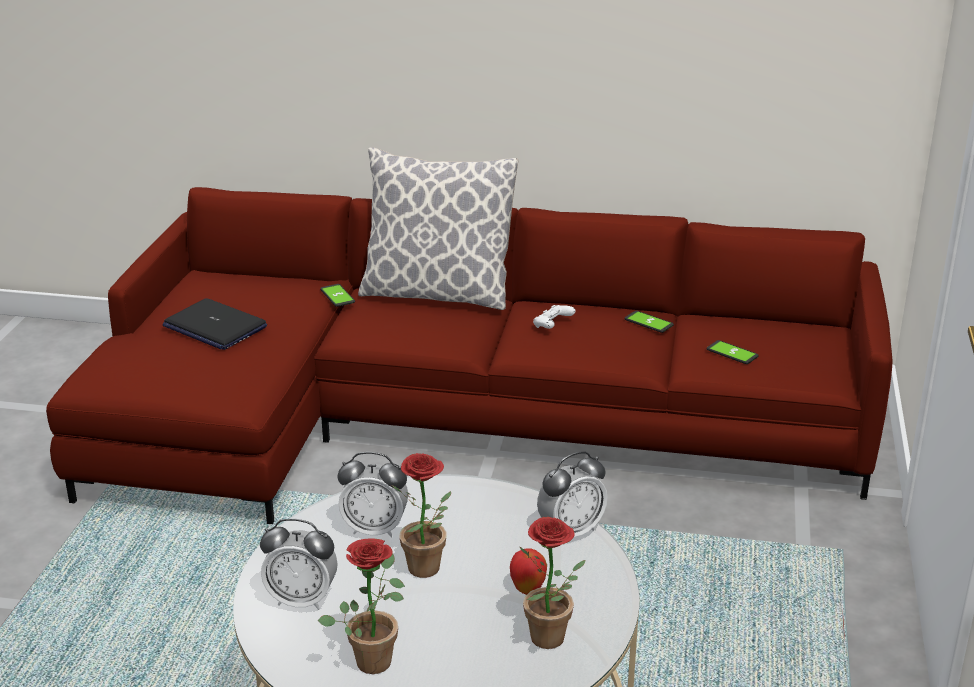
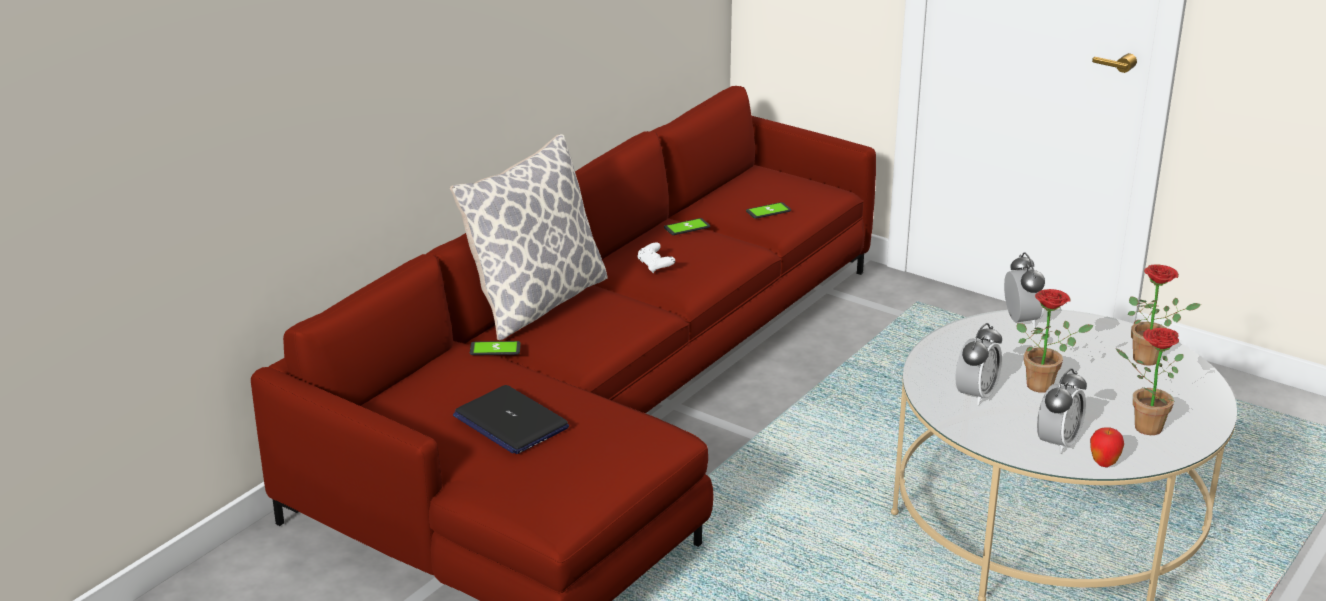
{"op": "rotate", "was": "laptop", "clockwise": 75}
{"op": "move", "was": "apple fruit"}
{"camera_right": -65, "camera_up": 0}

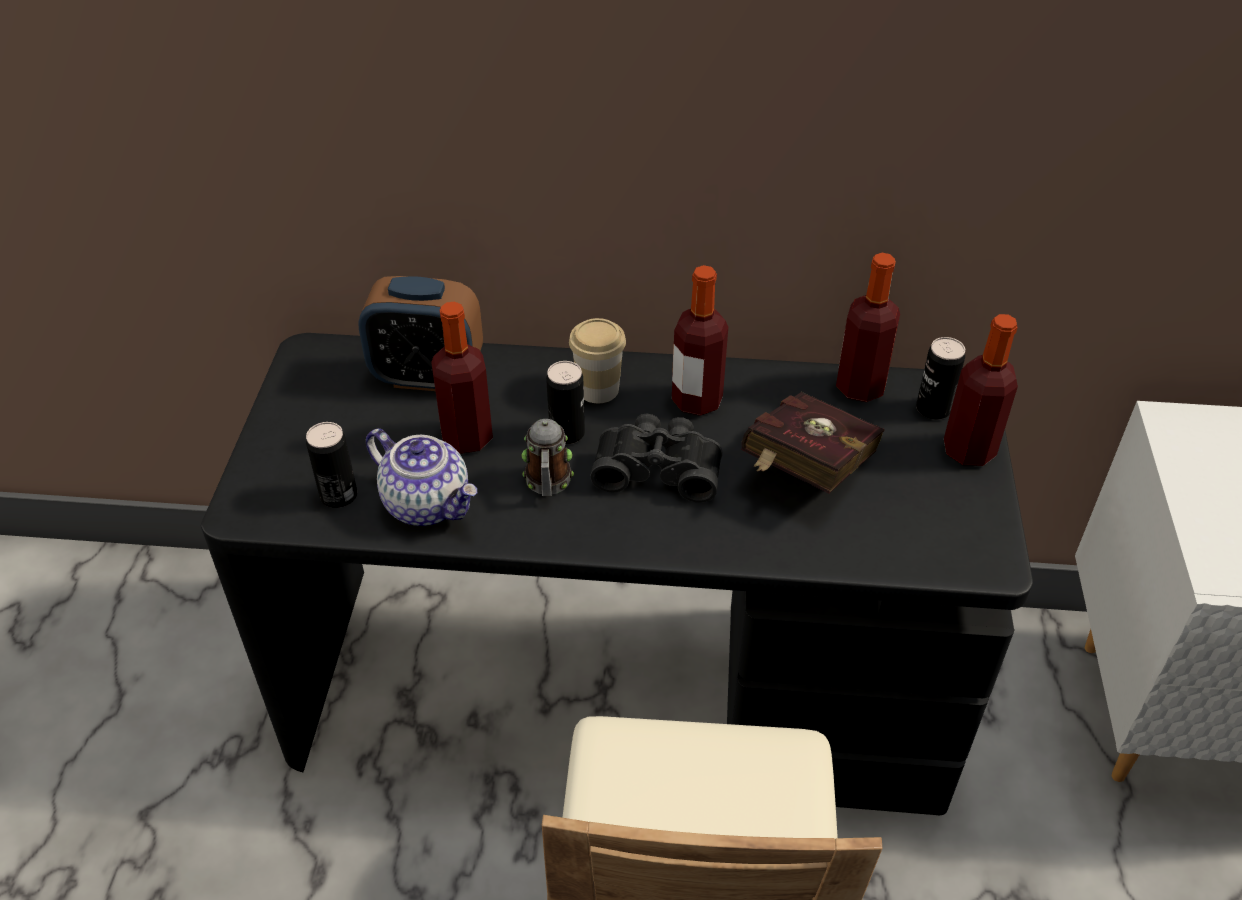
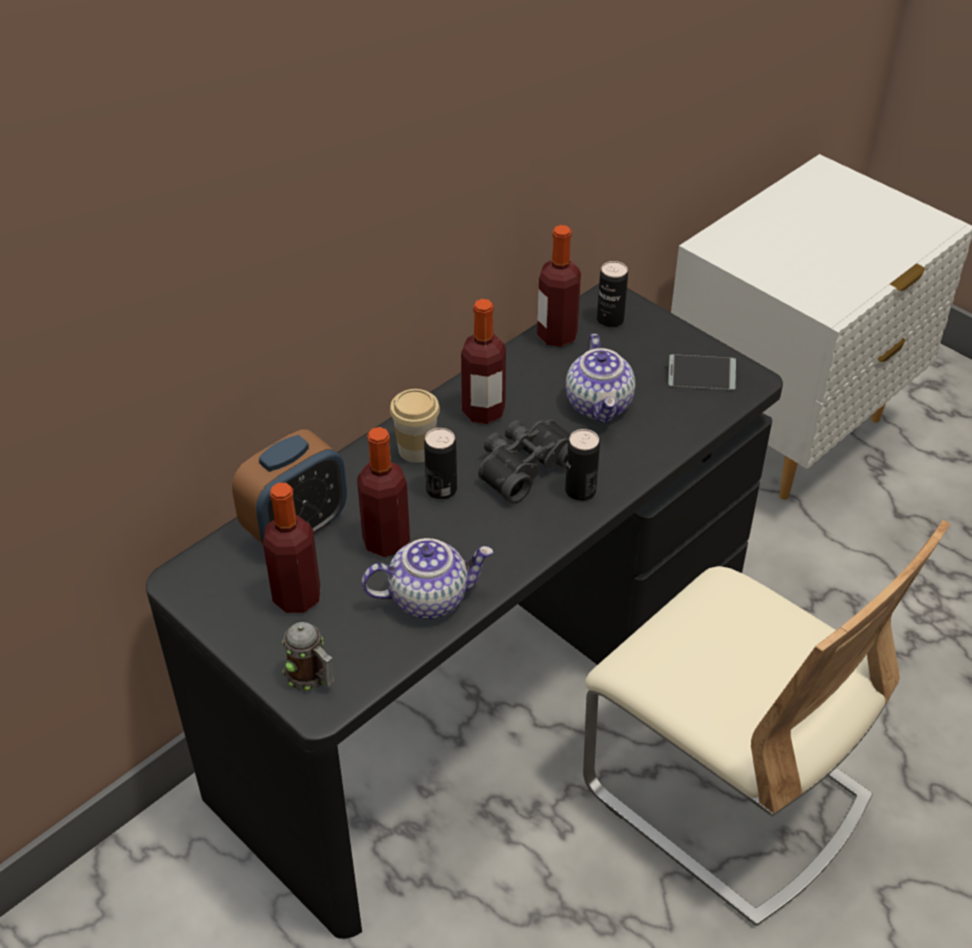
{"op": "move", "was": "beverage bottle (4th from left in the first image)", "now": "beverage bottle (1st from left)"}
{"op": "replace", "was": "book in reddish", "now": "pot for tea (2nd from left)"}
{"op": "move", "was": "mug"}
{"op": "move", "was": "metal can (1st from left in the first image)", "now": "metal can (2nd from left)"}
{"op": "insert", "now": "phone"}
{"camera_right": -50, "camera_up": 0}

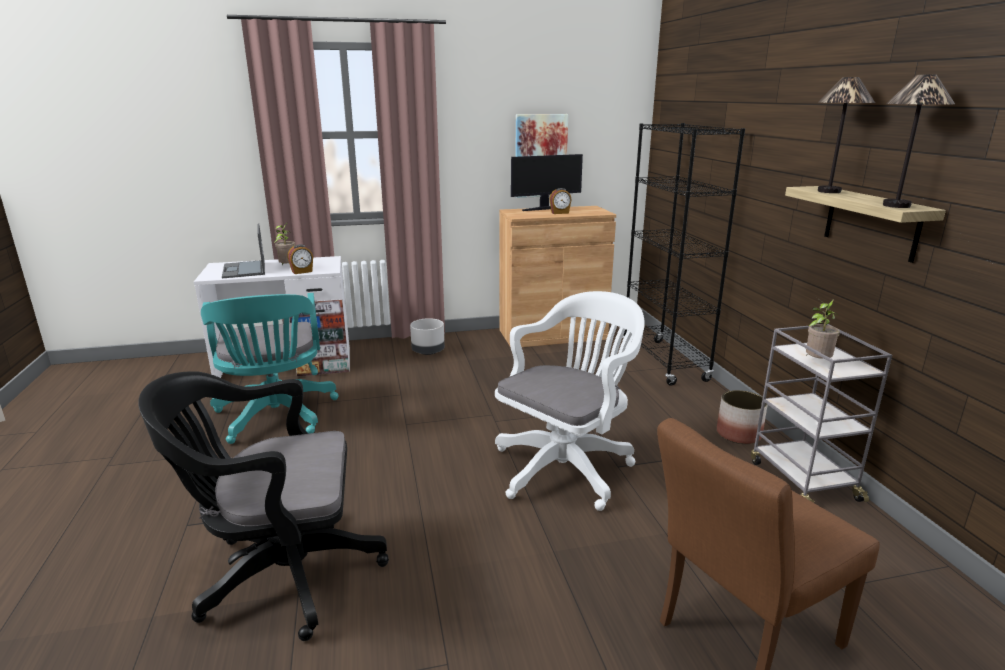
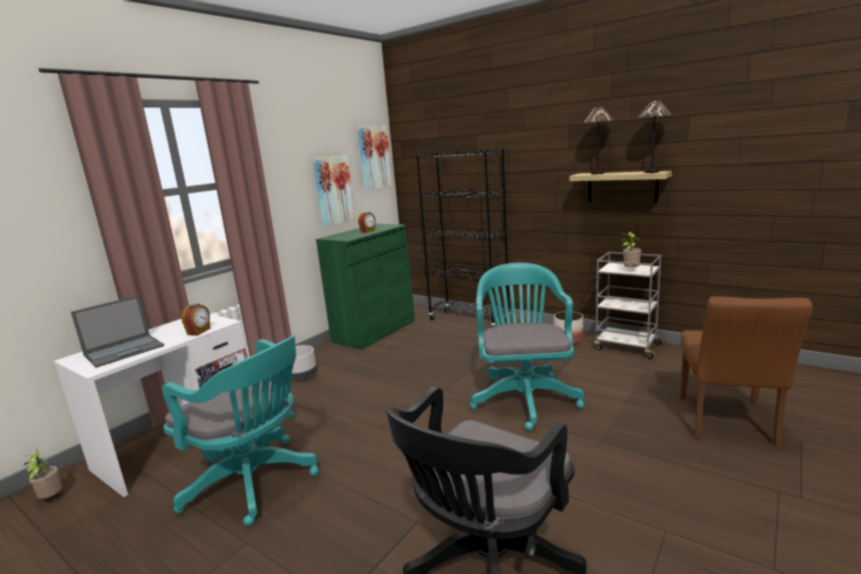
{"op": "delete", "was": "computer screen"}
{"op": "recolor", "was": "cupboard in brown", "now": "cupboard in green-coloured"}
{"op": "move", "was": "plant in a pot (1st from left)"}
{"op": "rotate", "was": "laptop", "clockwise": -75}
{"op": "recolor", "was": "desk chair in whitish", "now": "desk chair in turquoise (2nd from left)"}
{"op": "insert", "now": "picture (2nd from left)"}
{"camera_right": -40, "camera_up": -5}

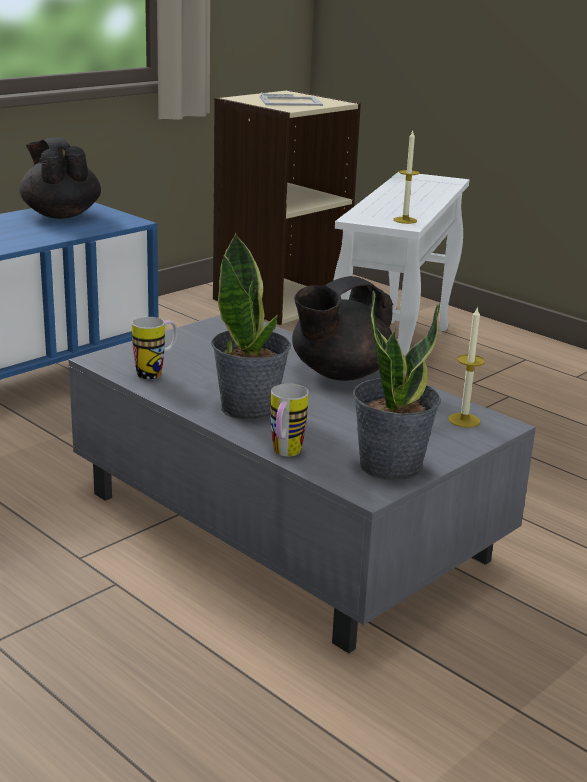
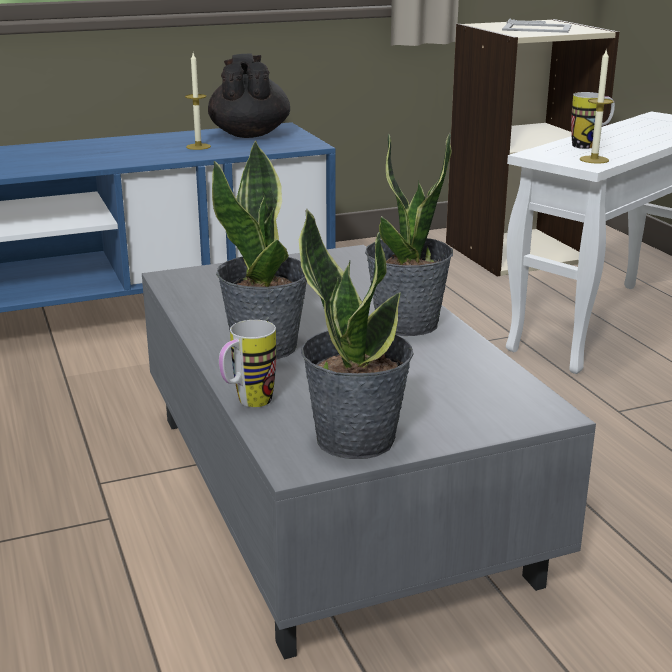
{"op": "replace", "was": "pot for tea in blackish (2nd from left)", "now": "plant in a pot (3rd from left)"}
{"op": "move", "was": "wax candle (2nd from left in the first image)", "now": "wax candle (1st from left)"}
{"op": "move", "was": "mug (1st from left in the first image)", "now": "mug (2nd from left)"}
{"camera_right": 25, "camera_up": 0}

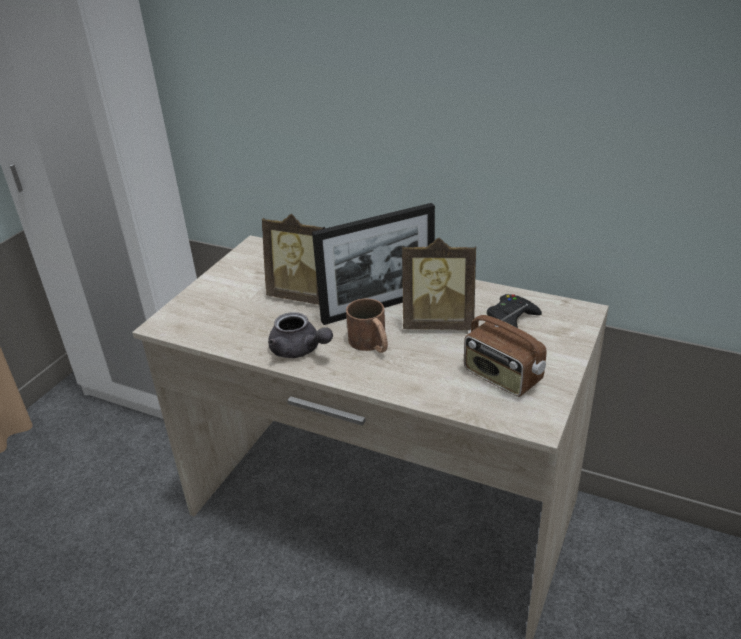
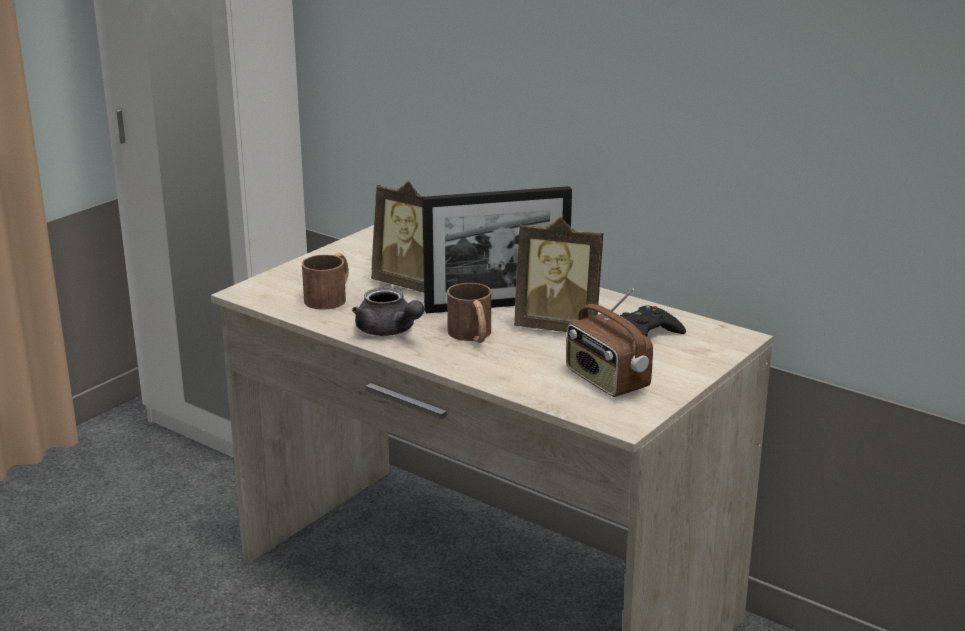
{"op": "insert", "now": "mug in brown (1st from left)"}
{"camera_right": 10, "camera_up": -10}

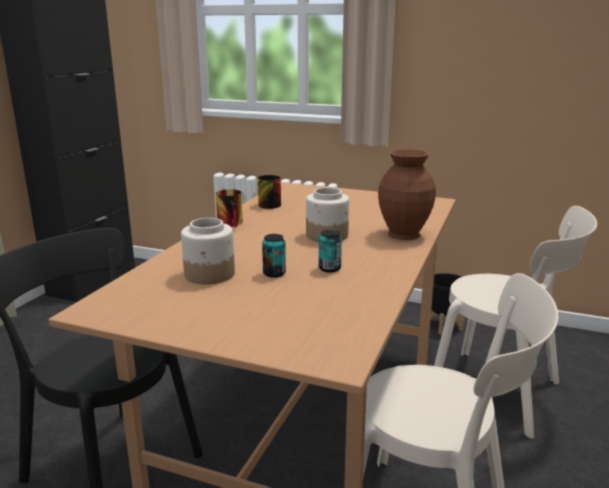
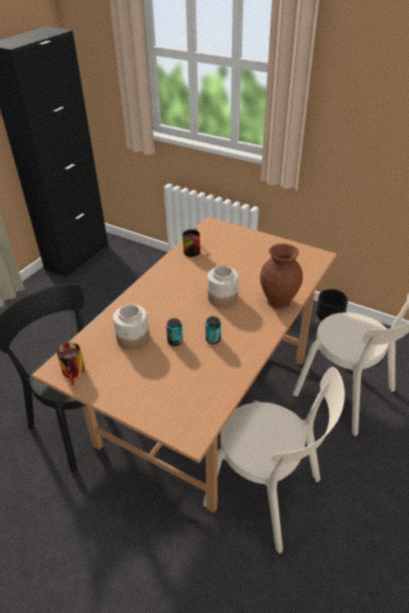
{"op": "move", "was": "mug (1st from left)"}
{"camera_right": 10, "camera_up": 20}

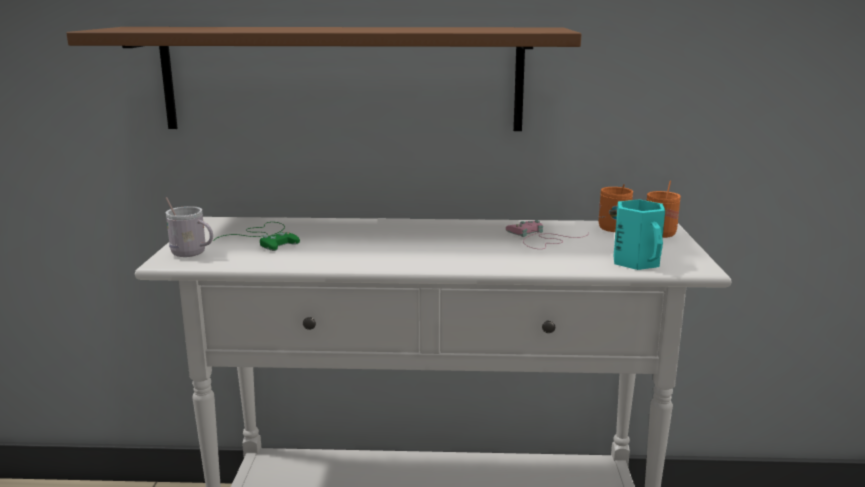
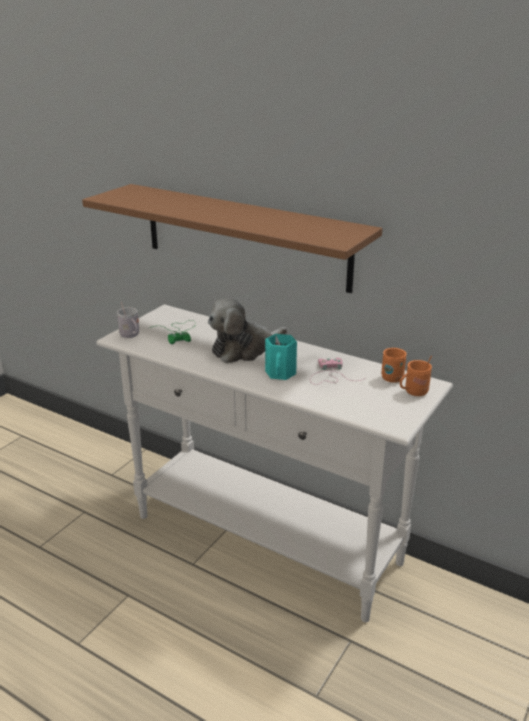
{"op": "move", "was": "mug in turquoise"}
{"op": "insert", "now": "soft toy"}
{"camera_right": 30, "camera_up": 10}

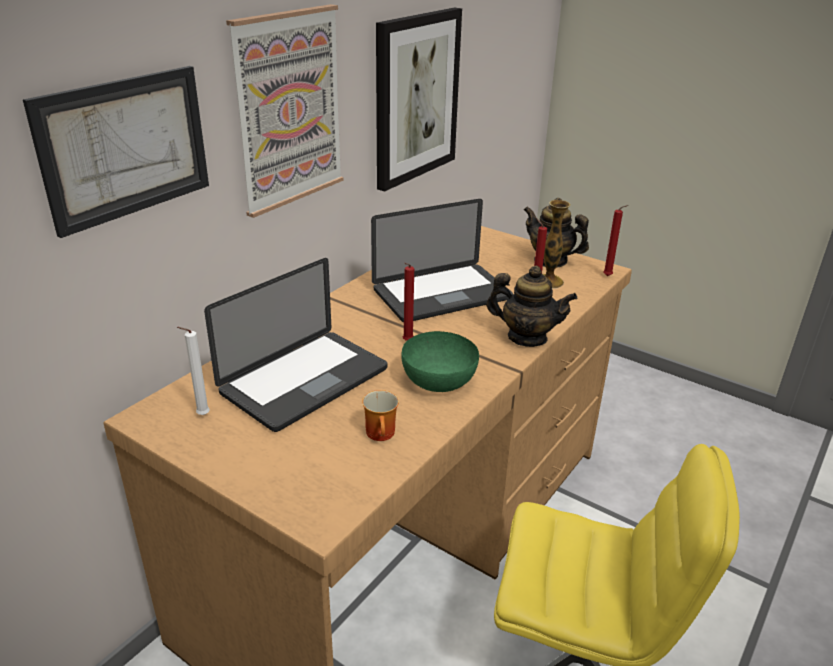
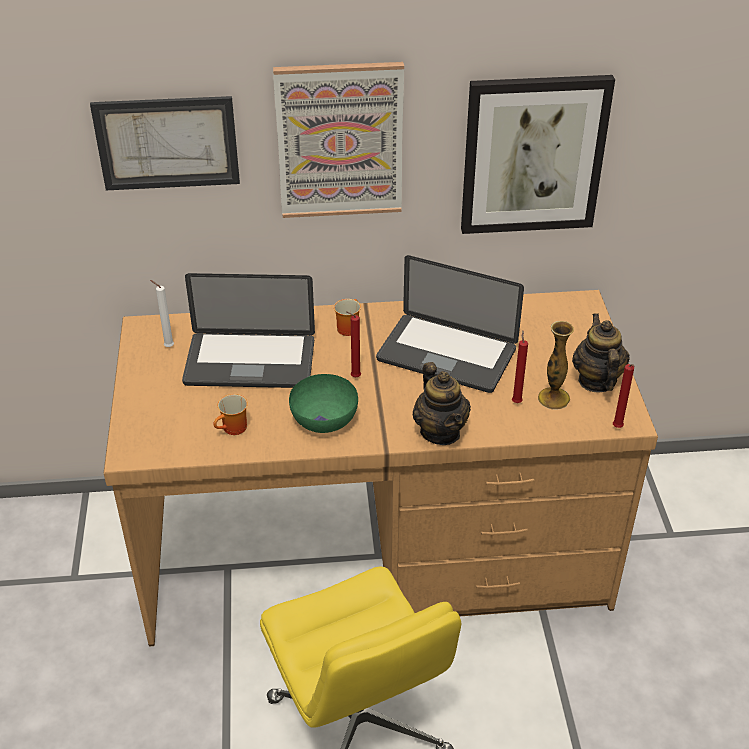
{"op": "insert", "now": "mug (2nd from left)"}
{"camera_right": 50, "camera_up": 10}

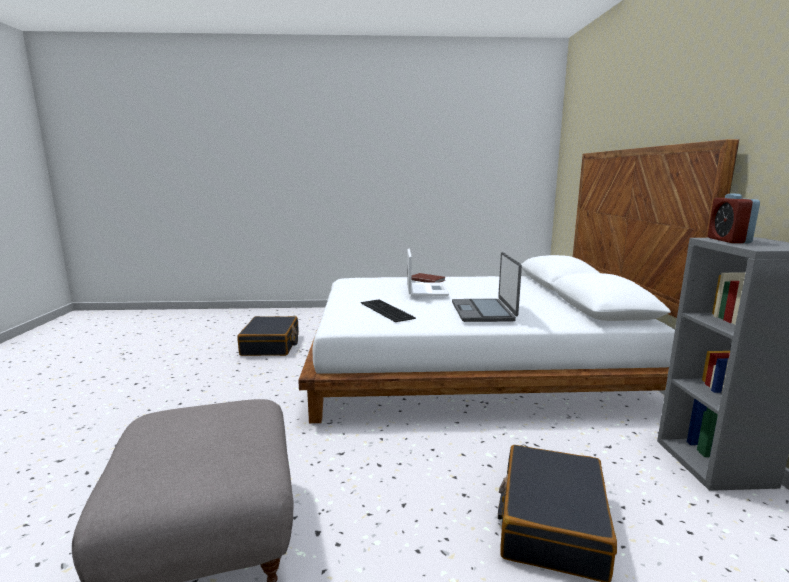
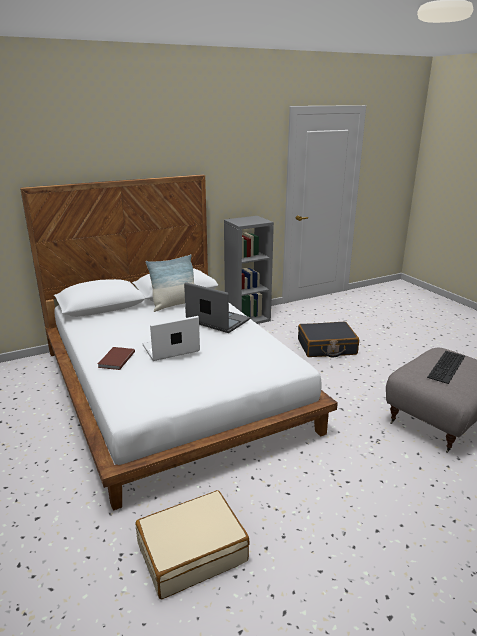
{"op": "delete", "was": "alarm clock"}
{"op": "rotate", "was": "laptop (2nd from left)", "clockwise": -120}
{"op": "move", "was": "keyboard"}
{"op": "recolor", "was": "suitcase in blackish (1st from left)", "now": "suitcase in beige"}
{"op": "insert", "now": "cushion"}
{"camera_right": -115, "camera_up": 10}

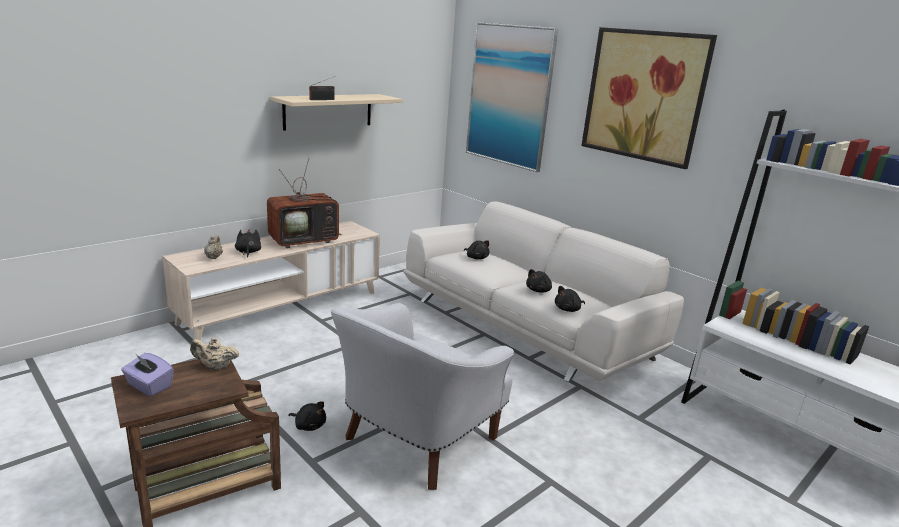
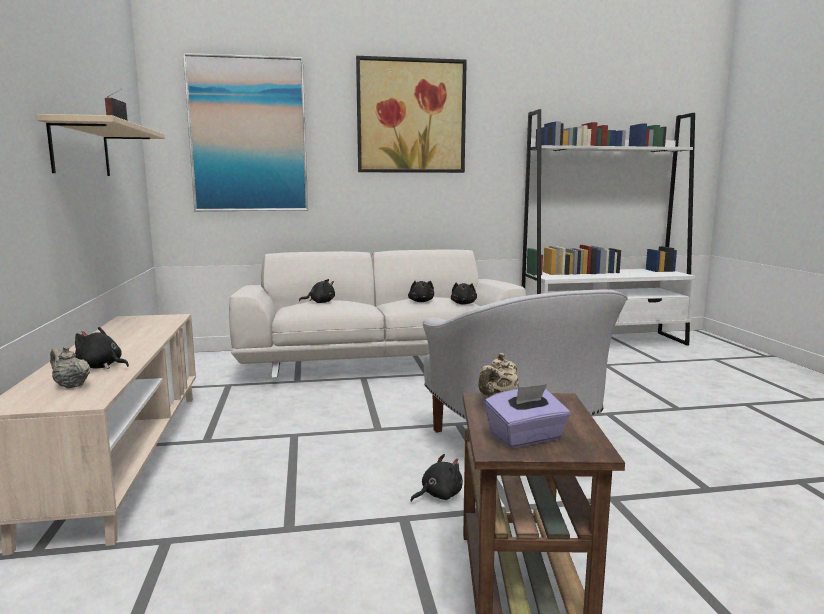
{"op": "delete", "was": "television"}
{"camera_right": -55, "camera_up": -10}

